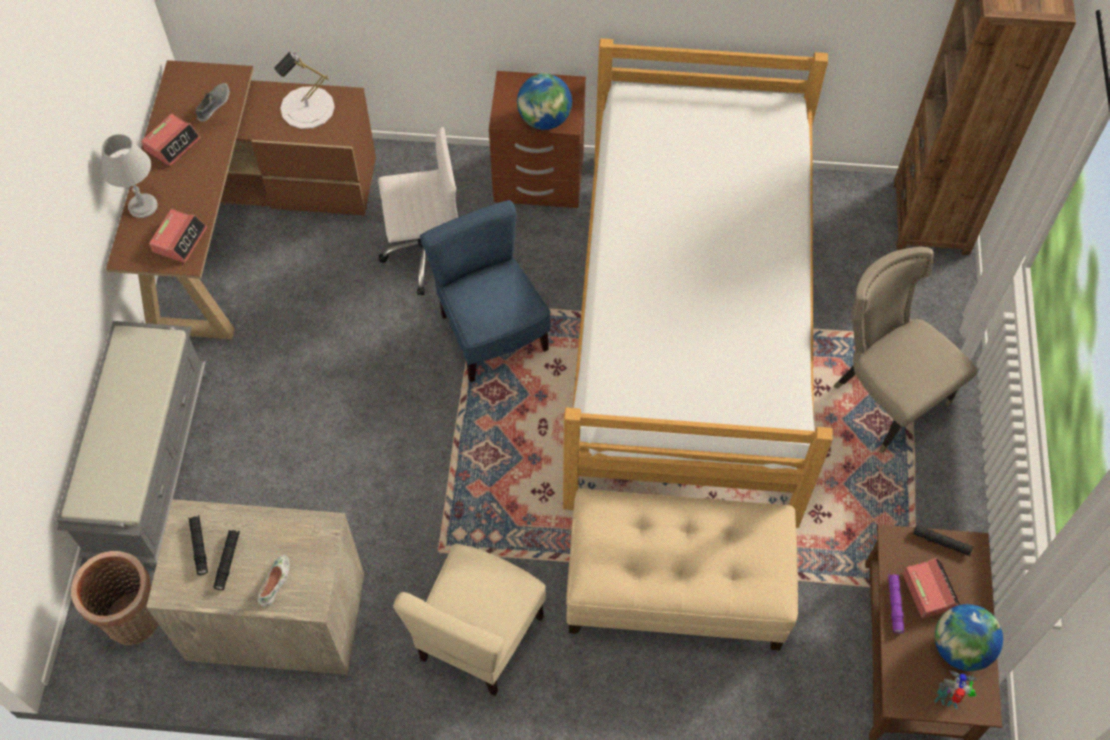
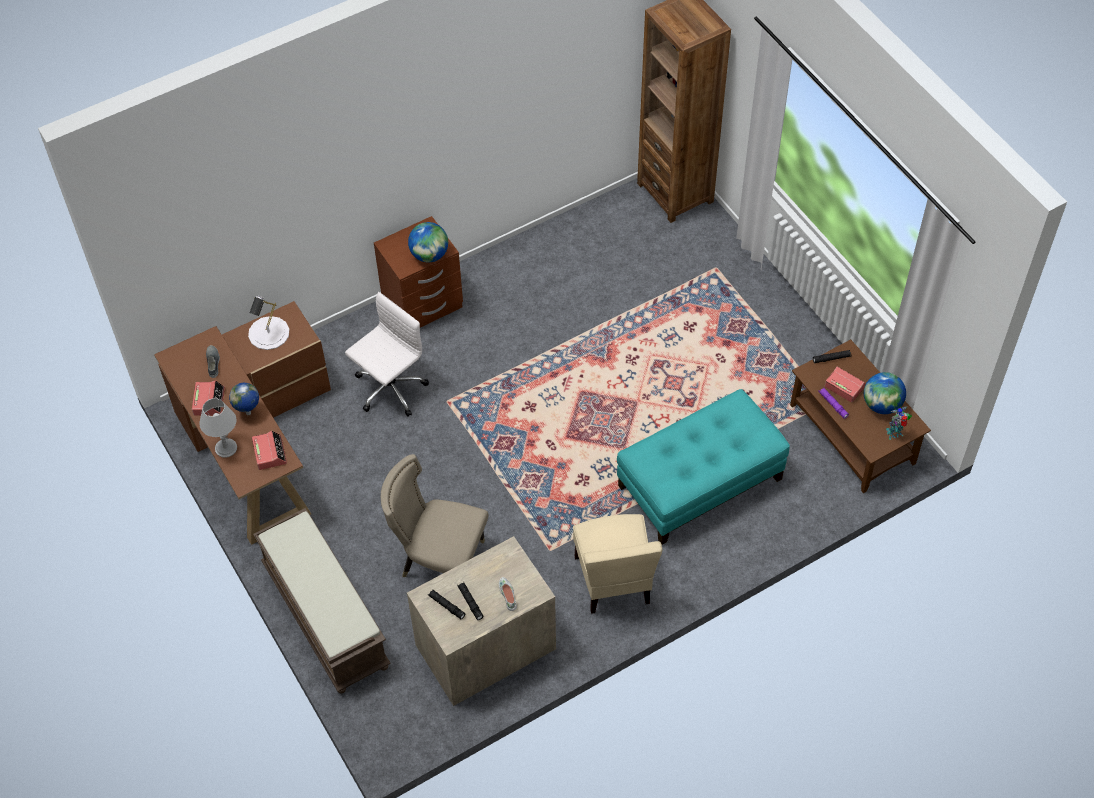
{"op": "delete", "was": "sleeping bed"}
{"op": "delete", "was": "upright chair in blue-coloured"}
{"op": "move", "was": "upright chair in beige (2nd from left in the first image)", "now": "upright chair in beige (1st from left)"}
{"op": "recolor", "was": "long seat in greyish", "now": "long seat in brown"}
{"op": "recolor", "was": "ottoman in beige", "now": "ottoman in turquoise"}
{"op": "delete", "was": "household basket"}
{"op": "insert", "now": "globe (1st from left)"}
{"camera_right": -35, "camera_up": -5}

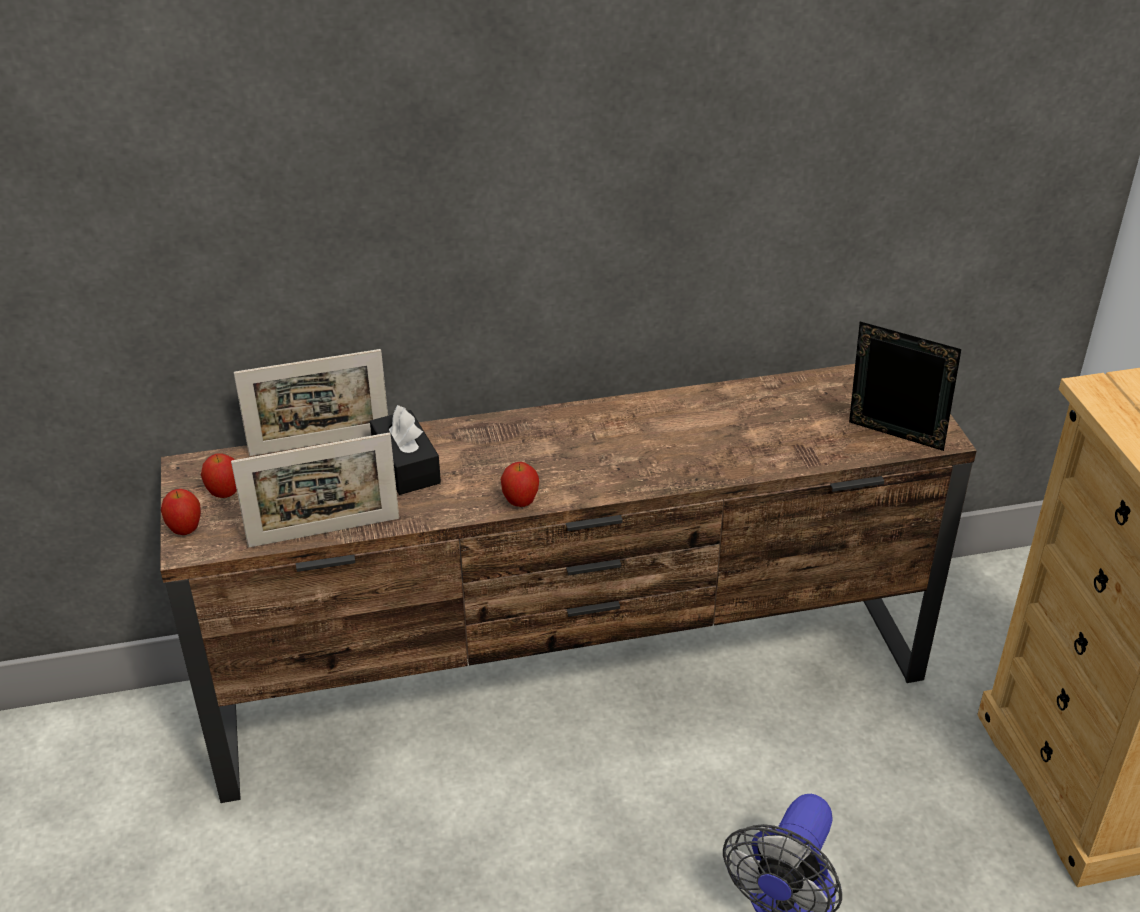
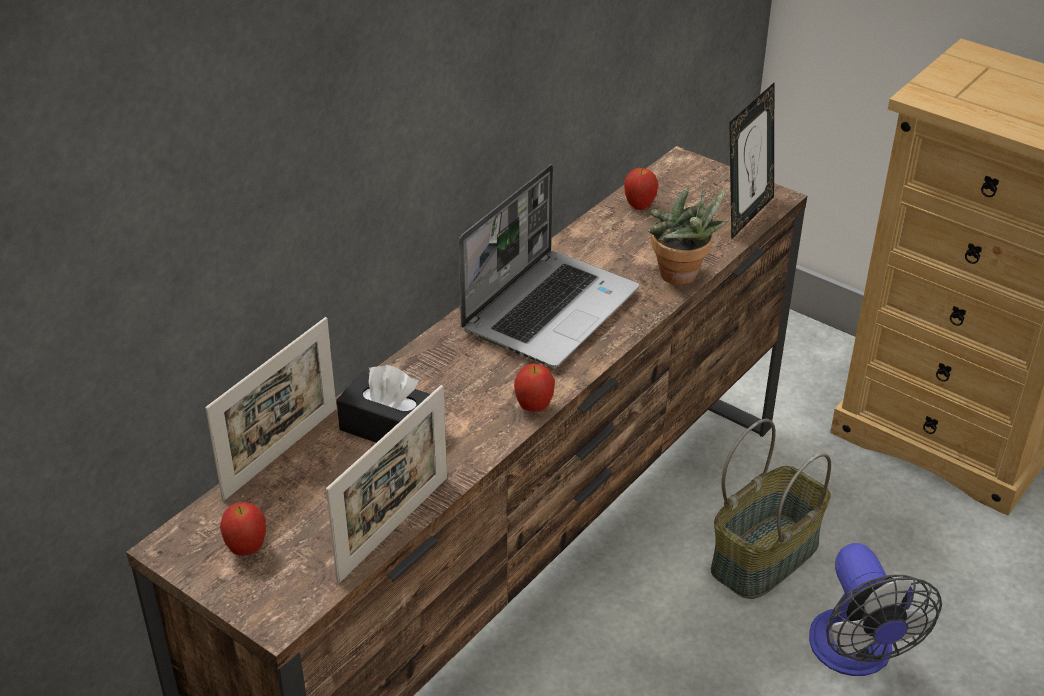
{"op": "rotate", "was": "photo frame (3rd from left)", "clockwise": 135}
{"op": "move", "was": "apple fruit (1st from left in the first image)", "now": "apple fruit (3rd from left)"}
{"op": "insert", "now": "laptop"}
{"op": "insert", "now": "plant in a pot"}
{"op": "insert", "now": "household basket"}
{"camera_right": -40, "camera_up": 0}

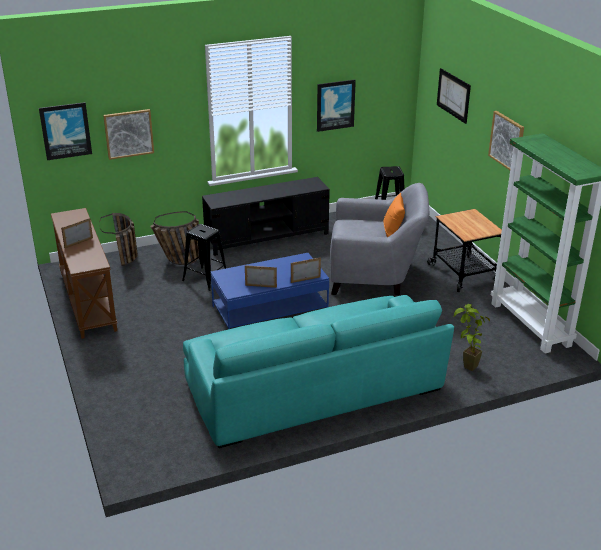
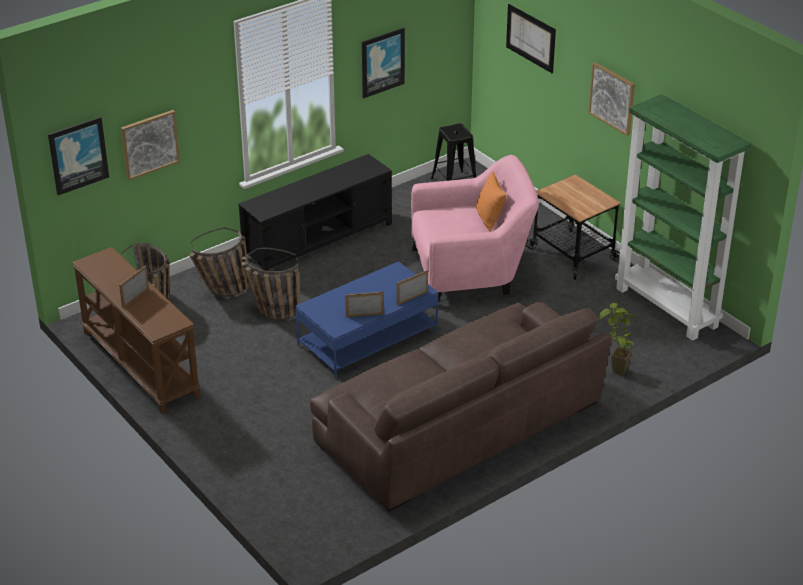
{"op": "recolor", "was": "lounge chair in greyish", "now": "lounge chair in pinkish"}
{"op": "replace", "was": "stool seat in blackish (1st from left)", "now": "household basket (3rd from left)"}
{"op": "recolor", "was": "couch in turquoise", "now": "couch in brown"}
{"camera_right": -15, "camera_up": 5}

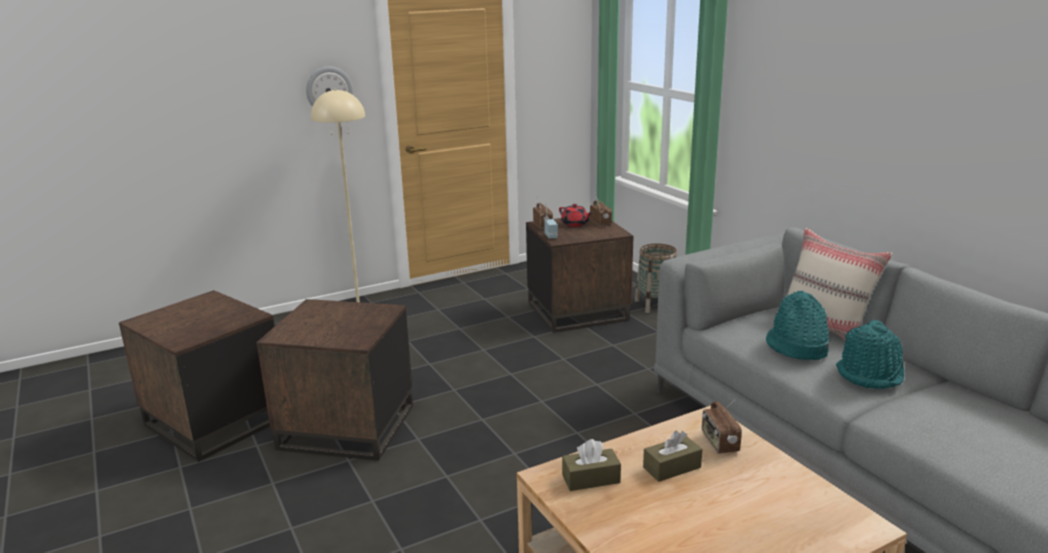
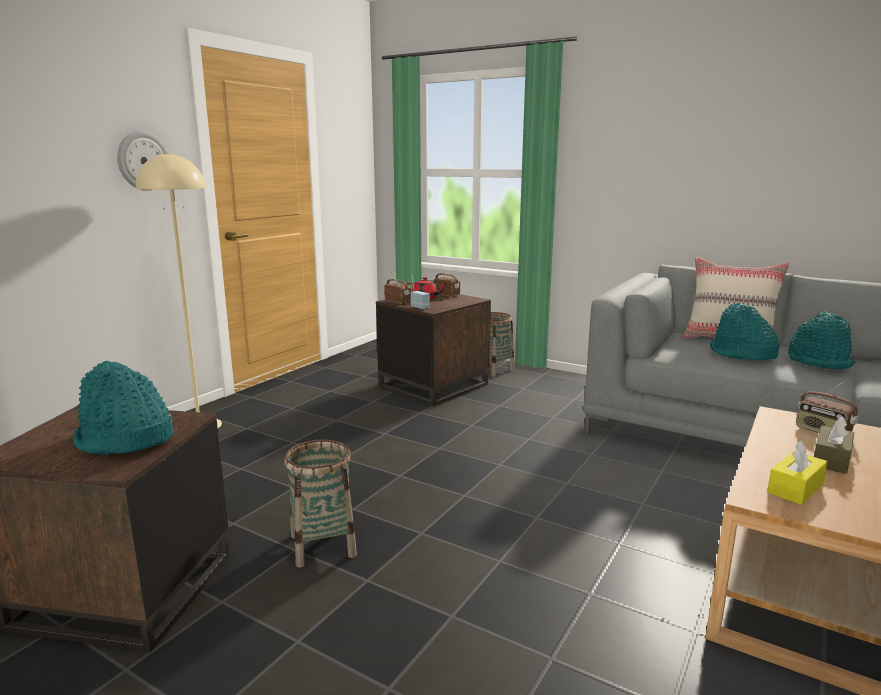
{"op": "replace", "was": "side table in brown (2nd from left)", "now": "household basket (1st from left)"}
{"op": "recolor", "was": "tissue holder in brown (1st from left)", "now": "tissue holder in yellowish"}
{"op": "insert", "now": "clothing hat in turquoise (1st from left)"}
{"camera_right": -30, "camera_up": -5}

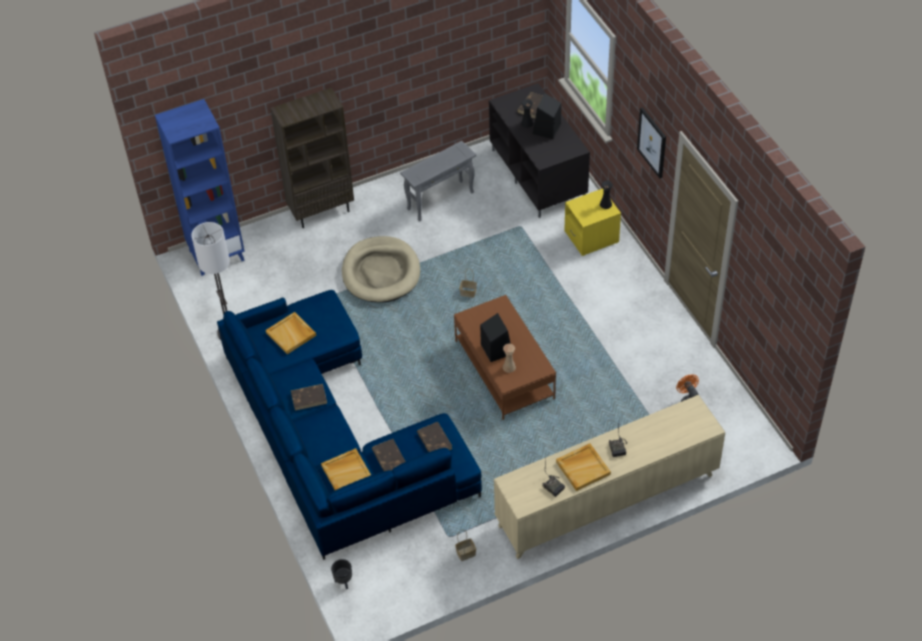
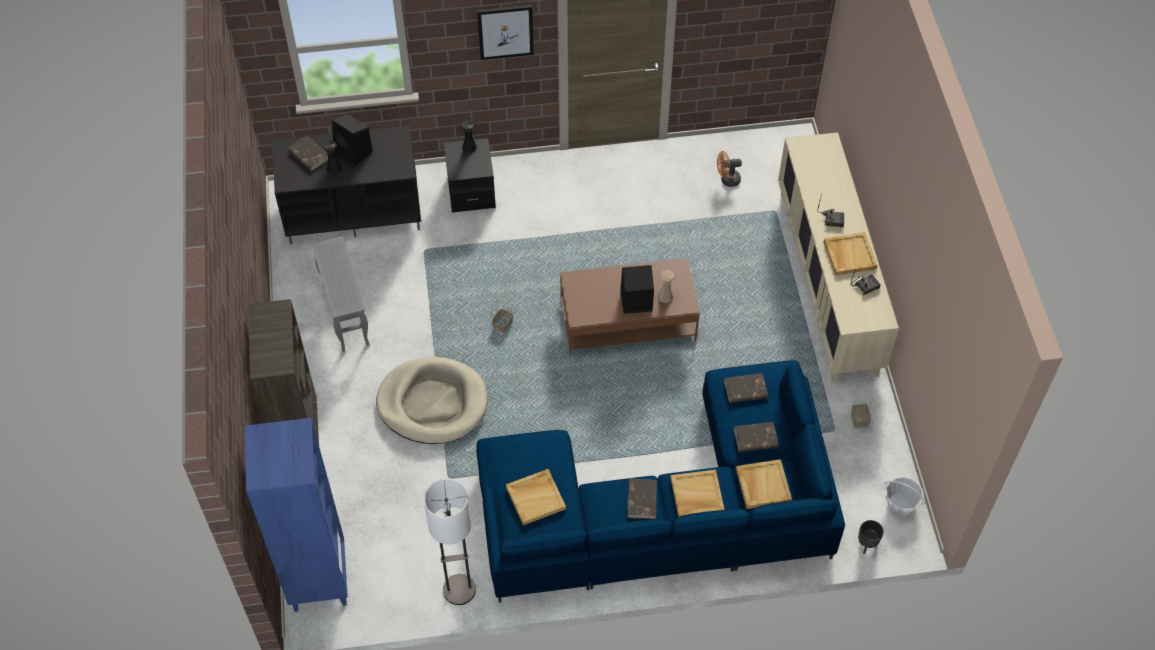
{"op": "recolor", "was": "nightstand in yellowish", "now": "nightstand in blackish"}
{"op": "insert", "now": "tray in beige (2nd from left)"}
{"op": "insert", "now": "household basket (3rd from left)"}
{"camera_right": -75, "camera_up": 5}

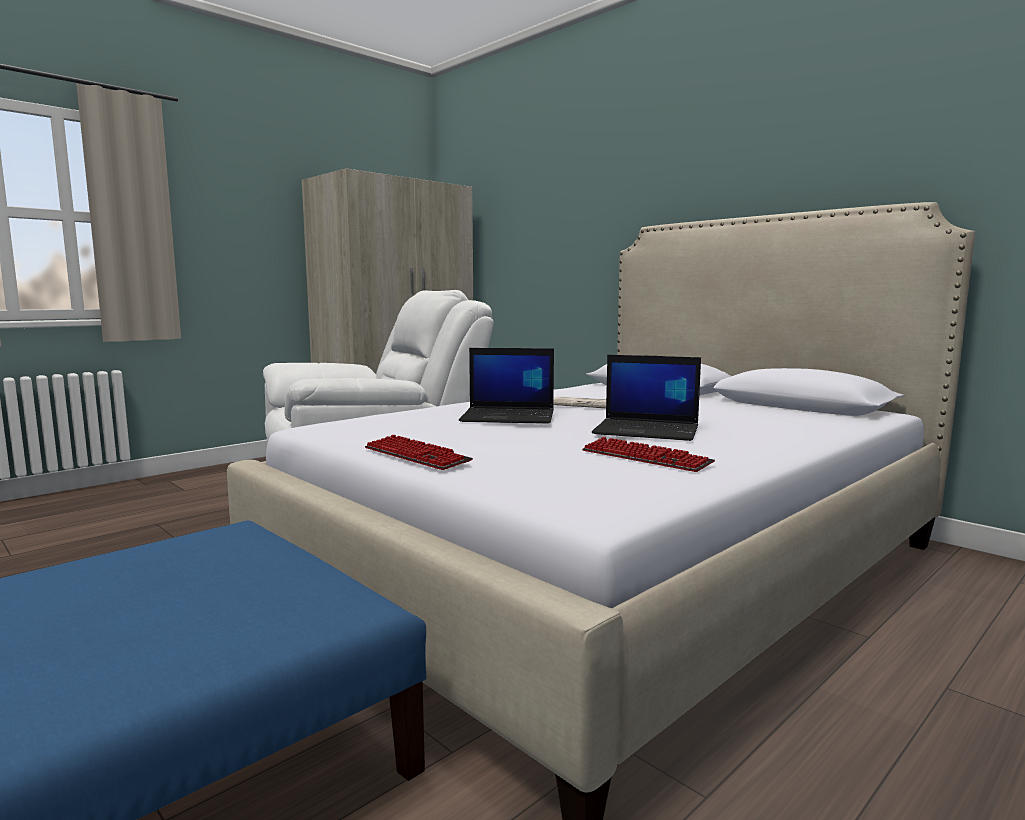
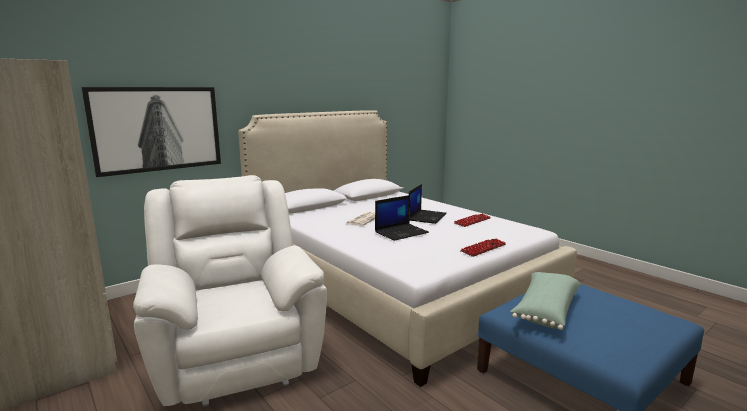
{"op": "rotate", "was": "laptop (1st from left)", "clockwise": 45}
{"op": "insert", "now": "picture"}
{"op": "insert", "now": "cushion in green-coloured"}
{"camera_right": -85, "camera_up": 5}

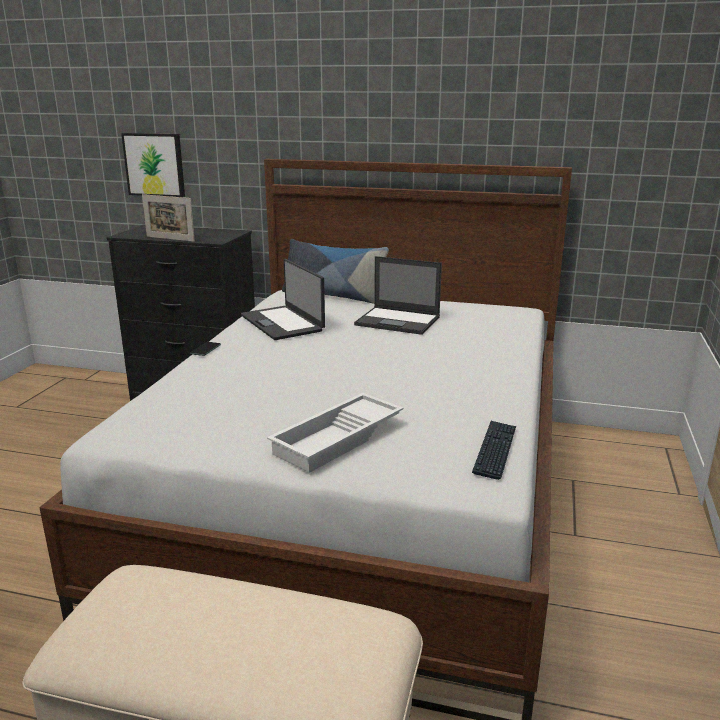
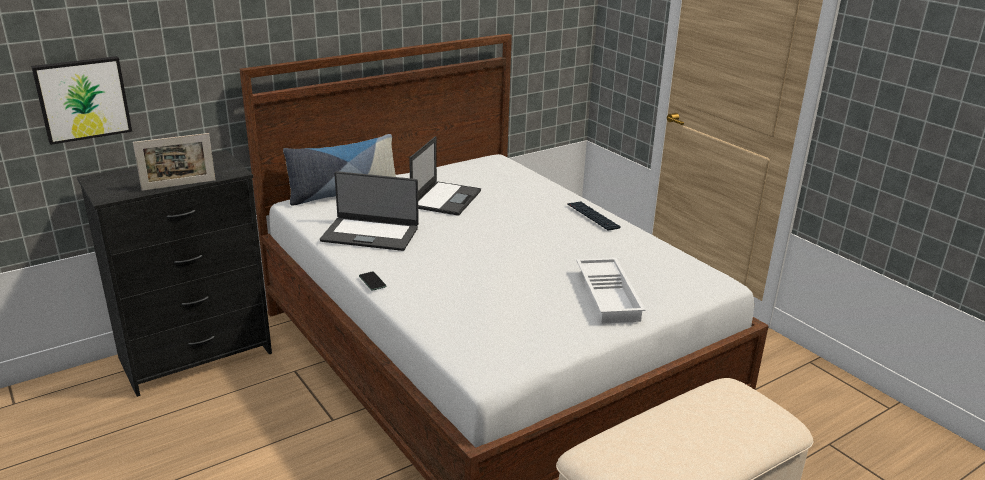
{"op": "rotate", "was": "laptop (2nd from left)", "clockwise": -45}
{"op": "move", "was": "keyboard"}
{"camera_right": -50, "camera_up": 5}

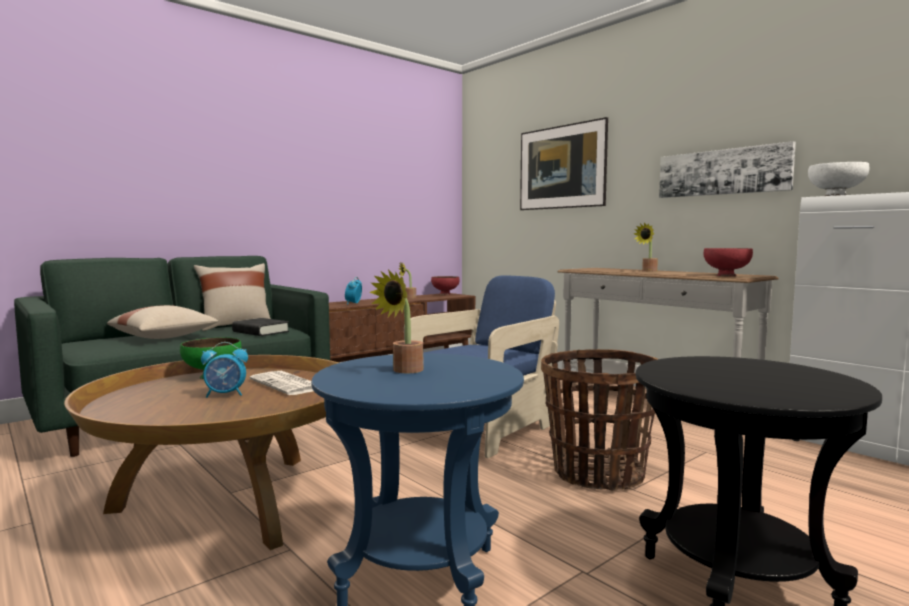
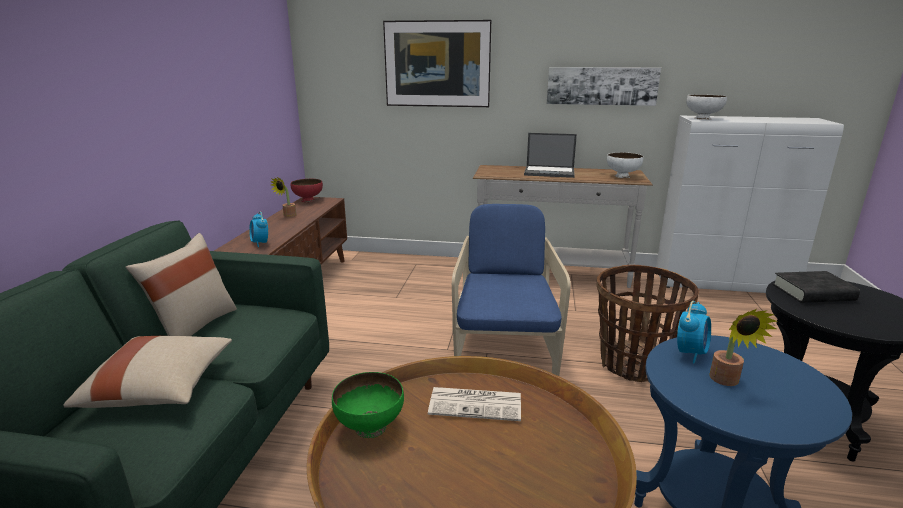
{"op": "replace", "was": "plant in a pot (3rd from left)", "now": "laptop"}
{"op": "recolor", "was": "deep dish in reddish (2nd from left)", "now": "deep dish in whitish (1st from left)"}
{"op": "move", "was": "book in blackish"}
{"op": "move", "was": "alarm clock (1st from left in the first image)", "now": "alarm clock (2nd from left)"}
{"camera_right": -40, "camera_up": 15}

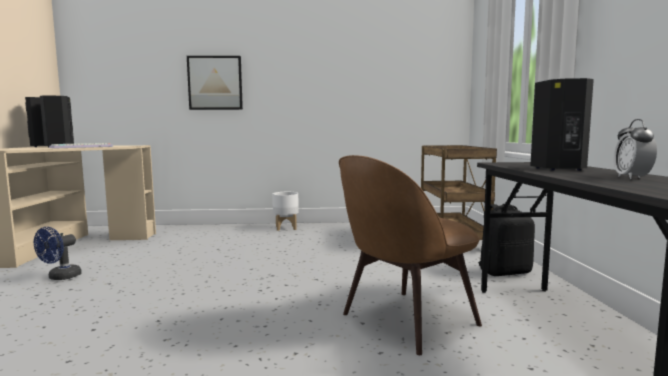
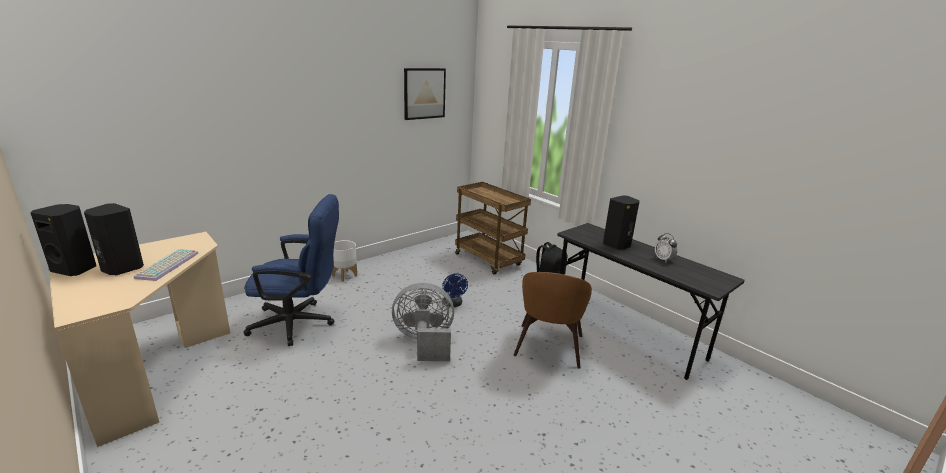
{"op": "move", "was": "picture"}
{"op": "move", "was": "electric fan in blue-coloured"}
{"op": "insert", "now": "desk chair in blue-coloured"}
{"op": "insert", "now": "electric fan in greyish"}
{"camera_right": -40, "camera_up": 15}

